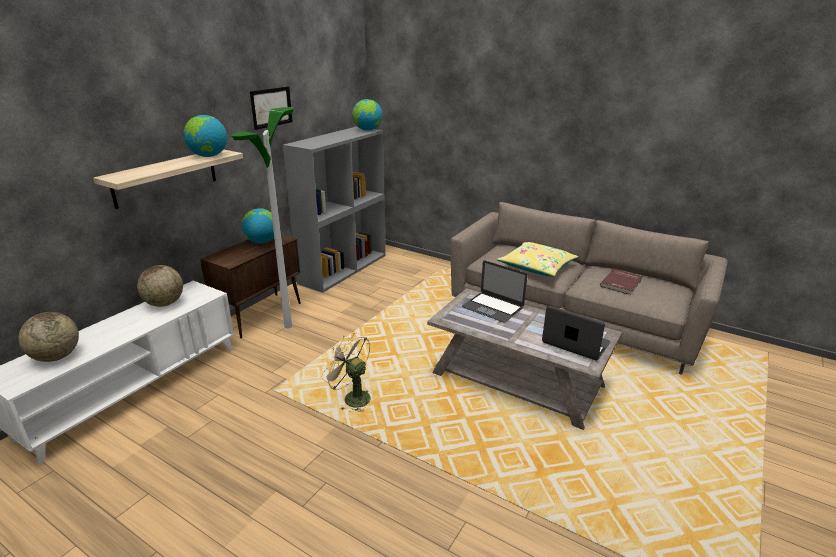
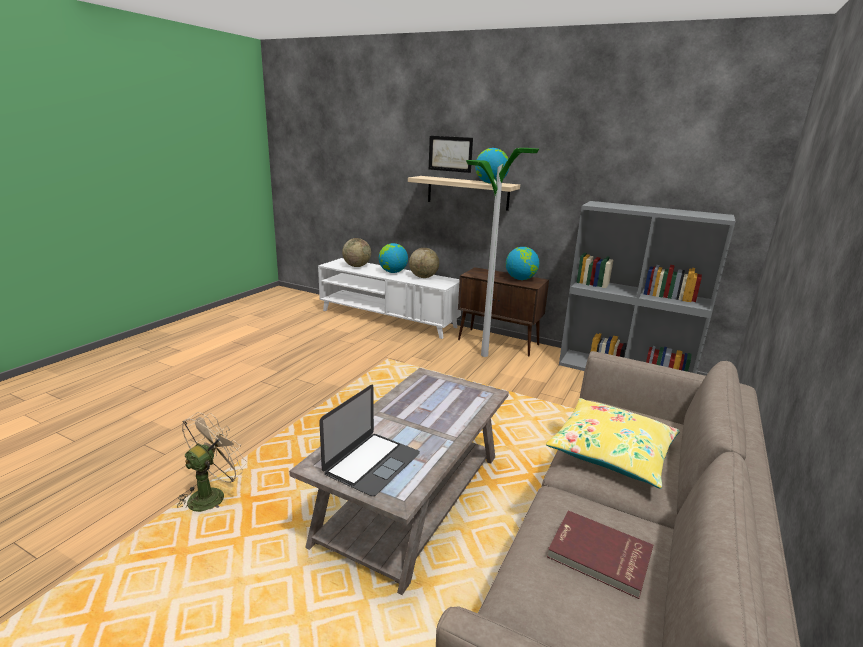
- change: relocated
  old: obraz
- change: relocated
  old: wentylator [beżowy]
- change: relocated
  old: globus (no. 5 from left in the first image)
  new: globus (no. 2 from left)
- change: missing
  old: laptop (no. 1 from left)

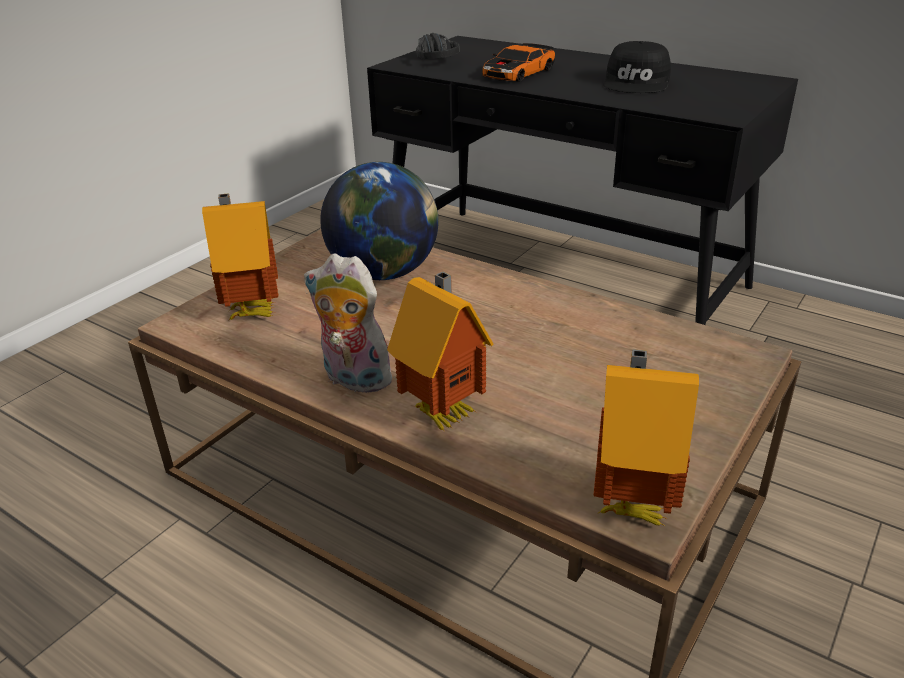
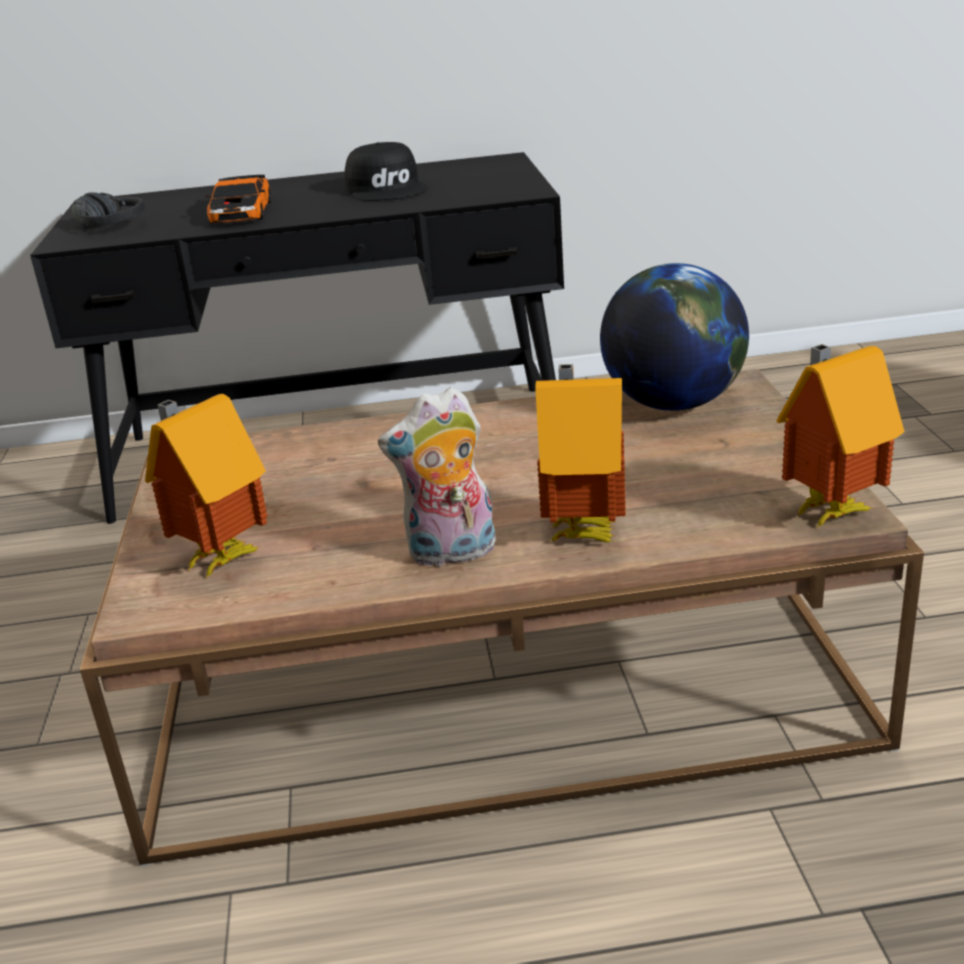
- change: relocated
  old: globus

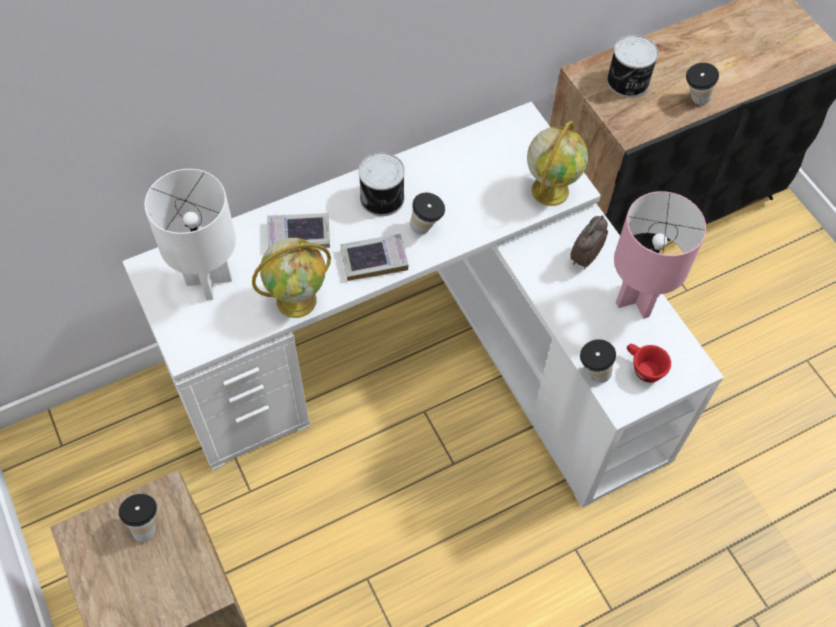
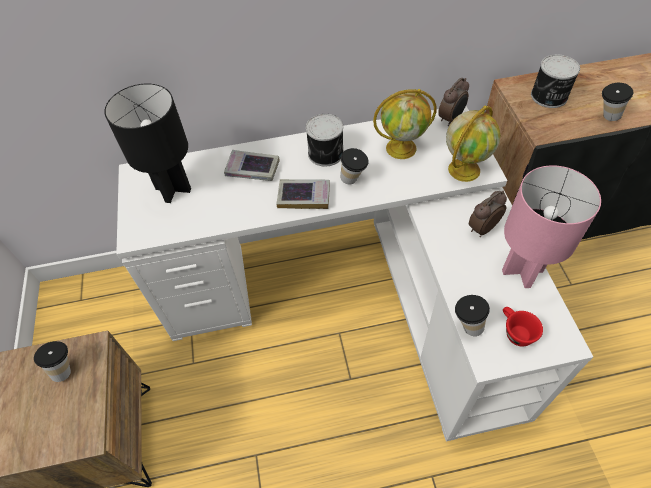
- change: colour
  old: lampa stołowa [biały]
  new: lampa stołowa [czarny]
- change: relocated
  old: globus (no. 1 from left)
- change: appeared
  new: budzik (no. 1 from left)

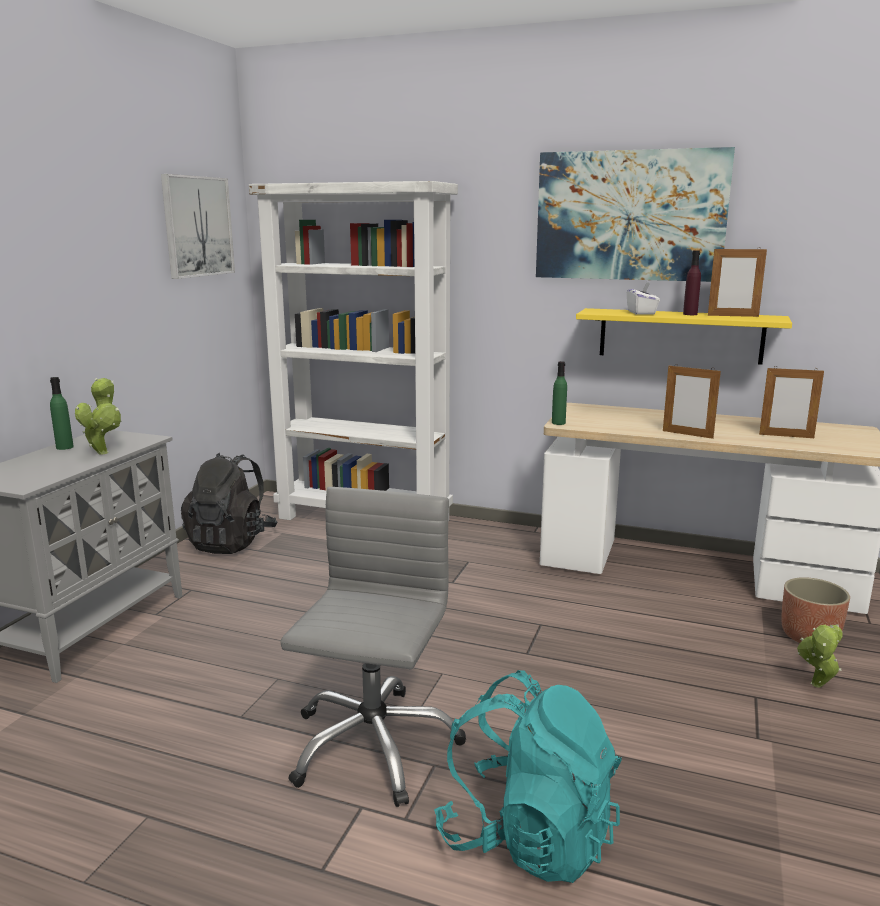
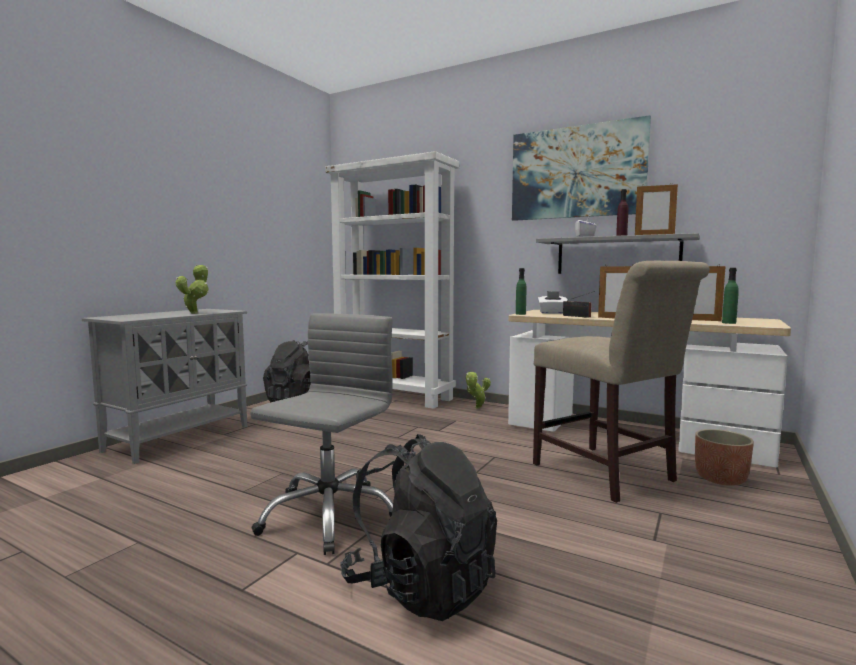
- change: relocated
  old: butelka [zielony] (no. 1 from left in the first image)
  new: butelka [zielony] (no. 2 from left)
- change: missing
  old: obraz (no. 1 from left)
- change: colour
  old: plecak [turkusowy]
  new: plecak [czarny] (no. 2 from left)
- change: colour
  old: półka [żółty]
  new: półka [szary]
- change: relocated
  old: roślina doniczkowa (no. 2 from left)
- change: appeared
  new: krzesło [beżowy]
- change: appeared
  new: pudełko chusteczek [biały] (no. 1 from left)
- change: appeared
  new: radio

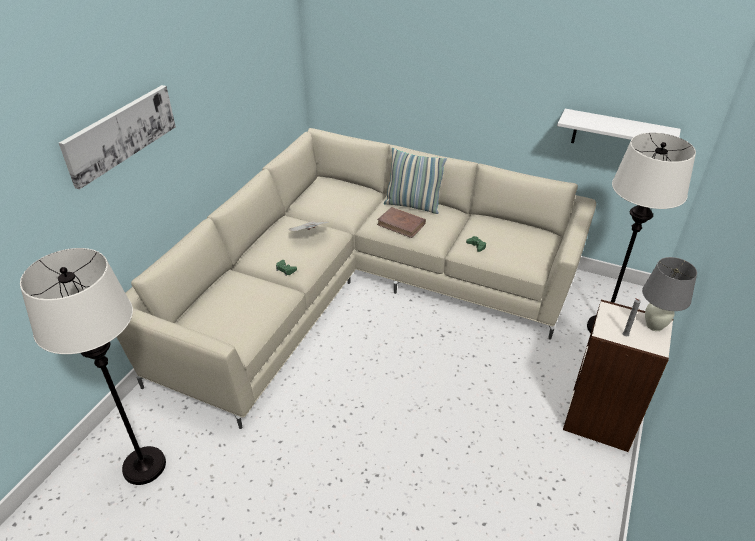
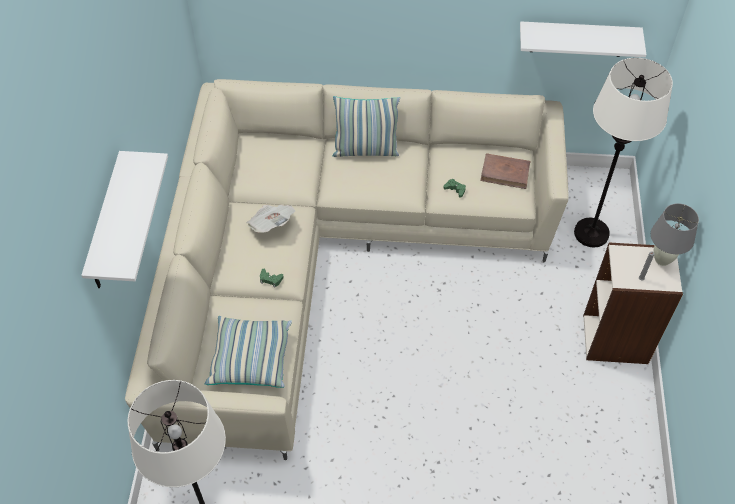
- change: exchanged
  old: obraz
  new: półka [biały] (no. 1 from left)
- change: relocated
  old: książka [brązowy]
- change: appeared
  new: poduszka (no. 1 from left)

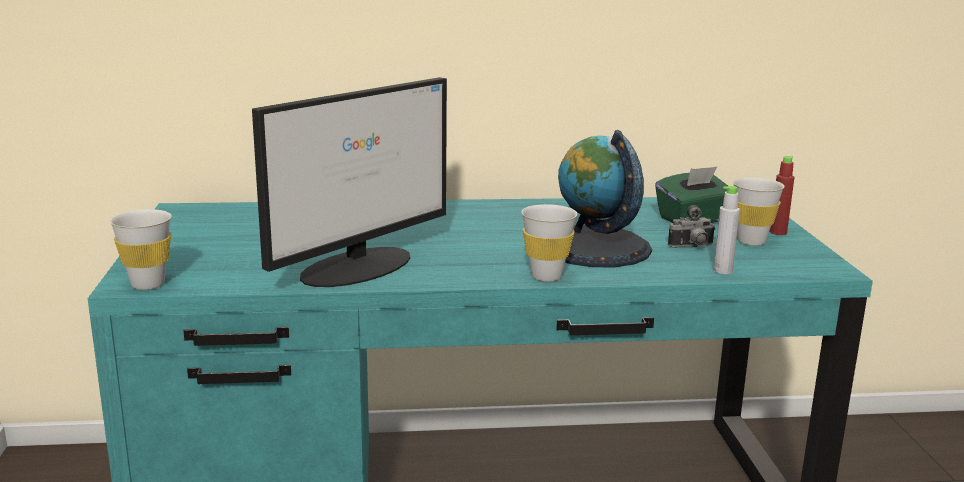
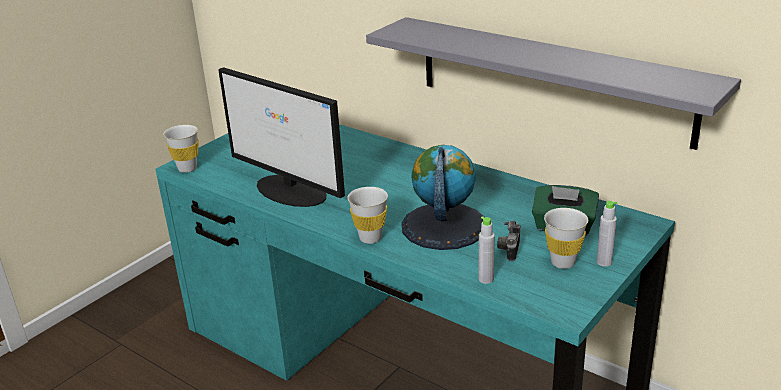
- change: spun
  old: monitor
  degrees: 45
- change: spun
  old: aparat fotograficzny
  degrees: 75
- change: colour
  old: butelka [czerwony]
  new: butelka [szary] (no. 2 from left)
- change: appeared
  new: półka [szary]

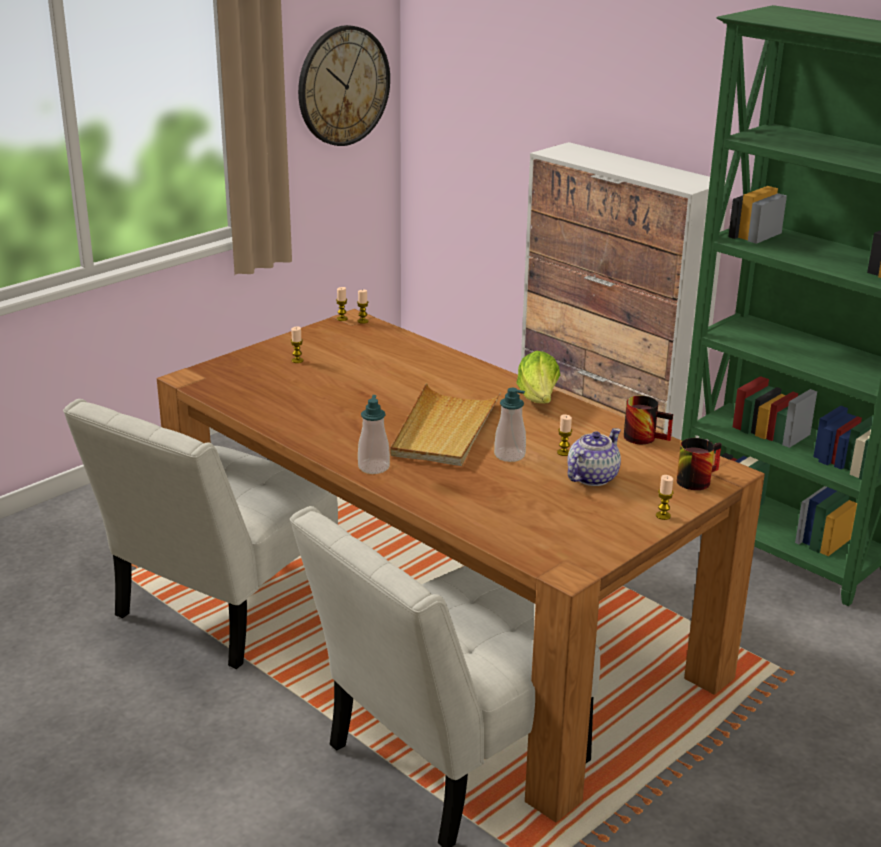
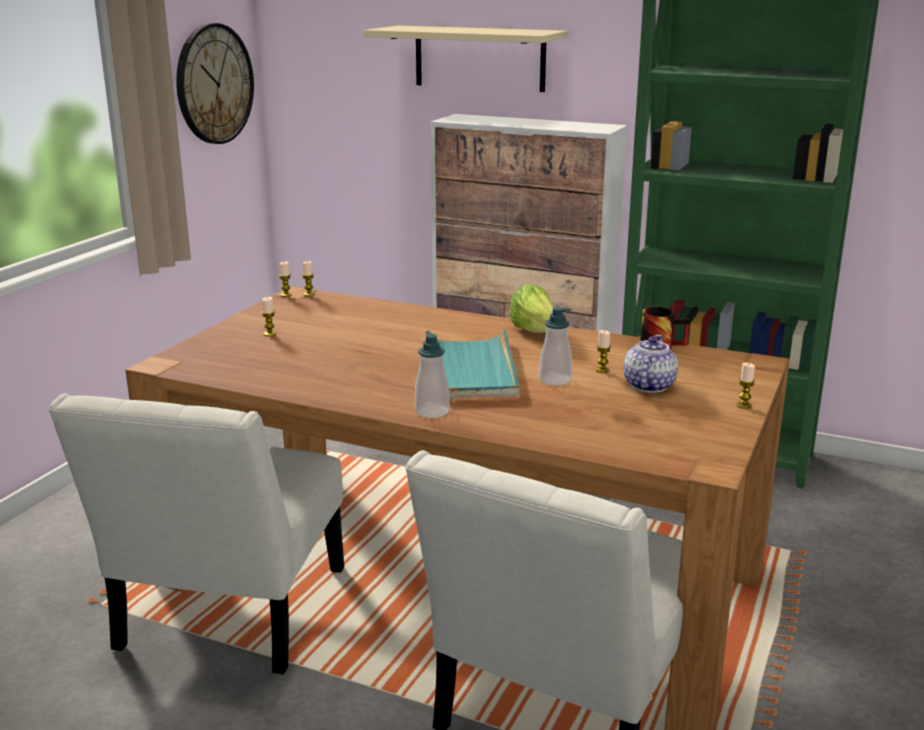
- change: colour
  old: taca [beżowy]
  new: taca [turkusowy]
- change: missing
  old: kubek (no. 2 from left)
- change: appeared
  new: półka [beżowy]

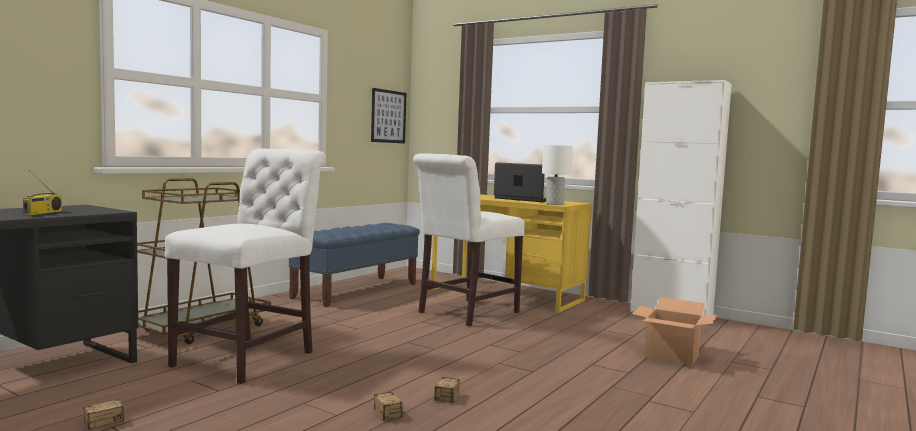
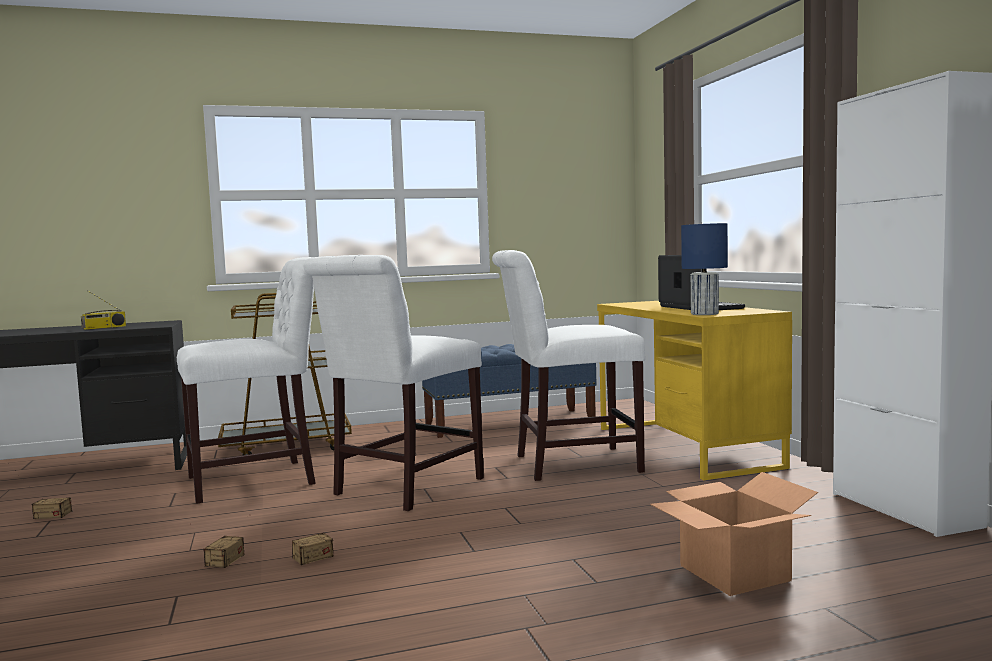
- change: missing
  old: obraz
- change: colour
  old: lampa stołowa [biały]
  new: lampa stołowa [niebieski]
- change: appeared
  new: krzesło [biały] (no. 2 from left)

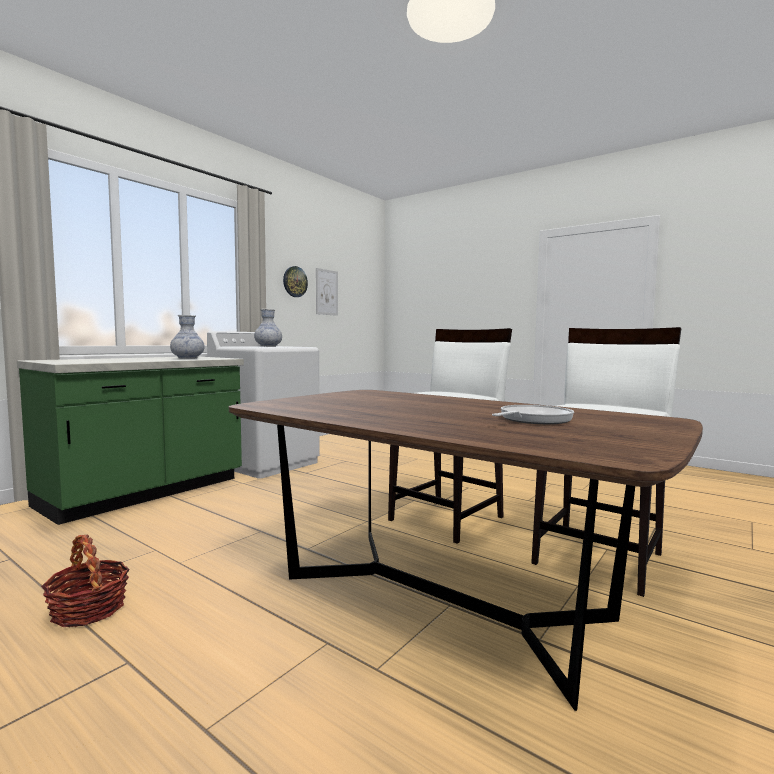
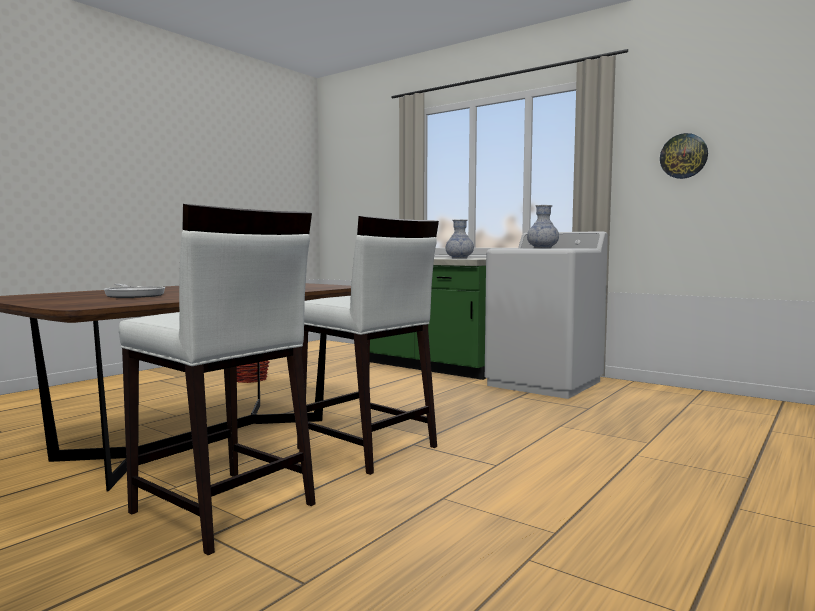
- change: missing
  old: obraz

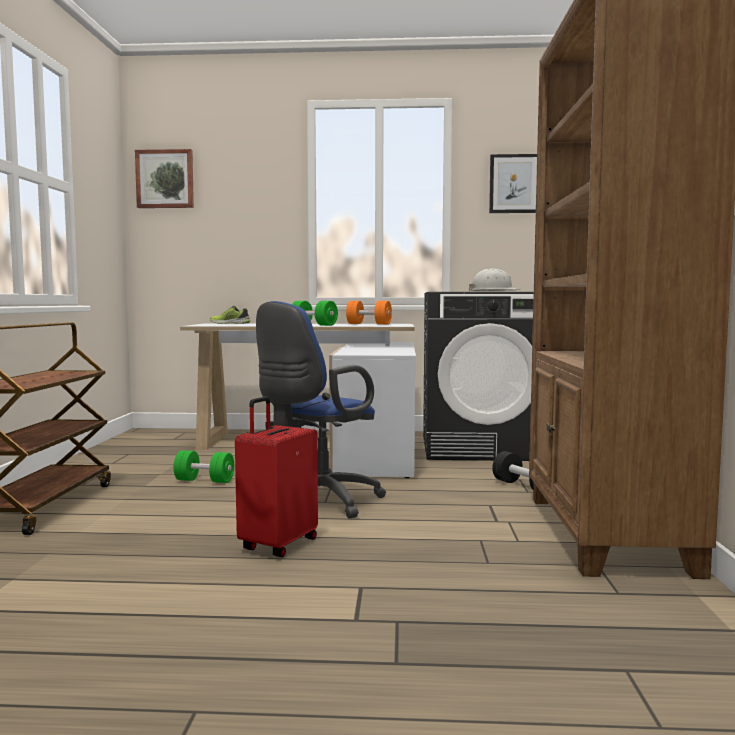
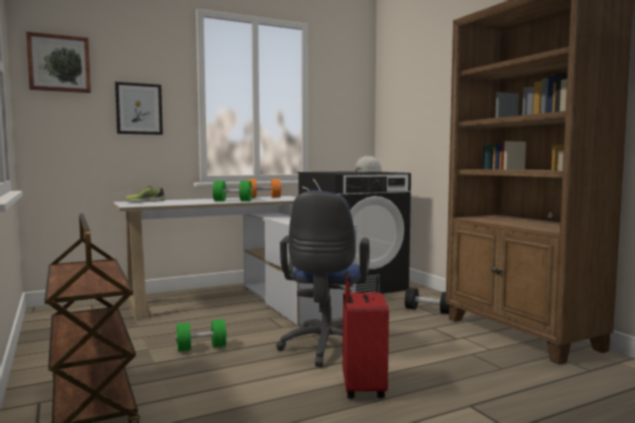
- change: relocated
  old: obraz (no. 2 from left)

